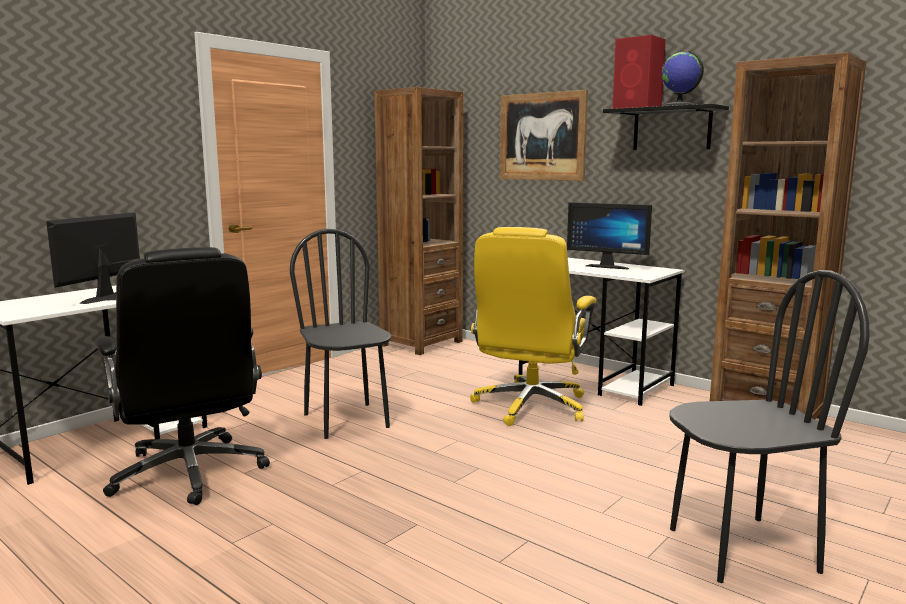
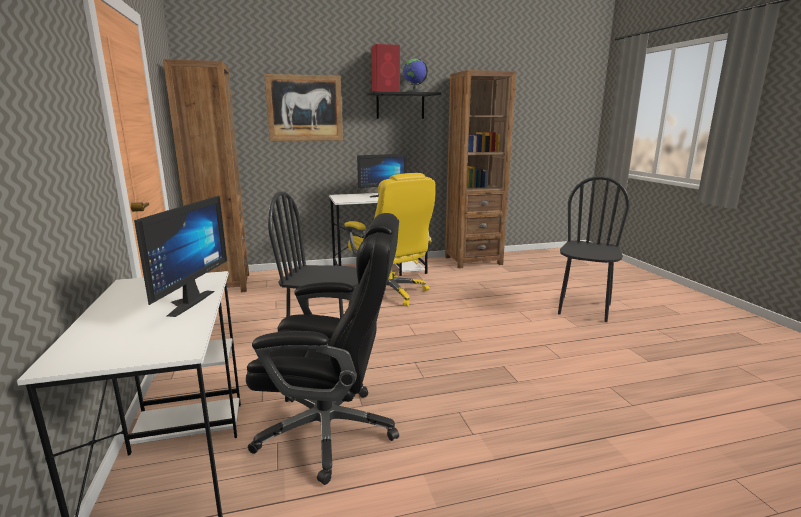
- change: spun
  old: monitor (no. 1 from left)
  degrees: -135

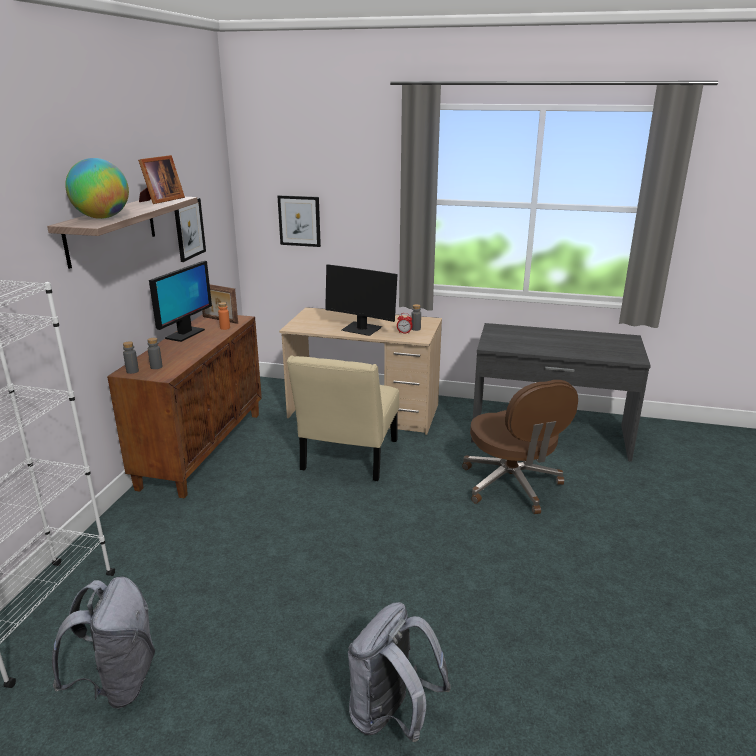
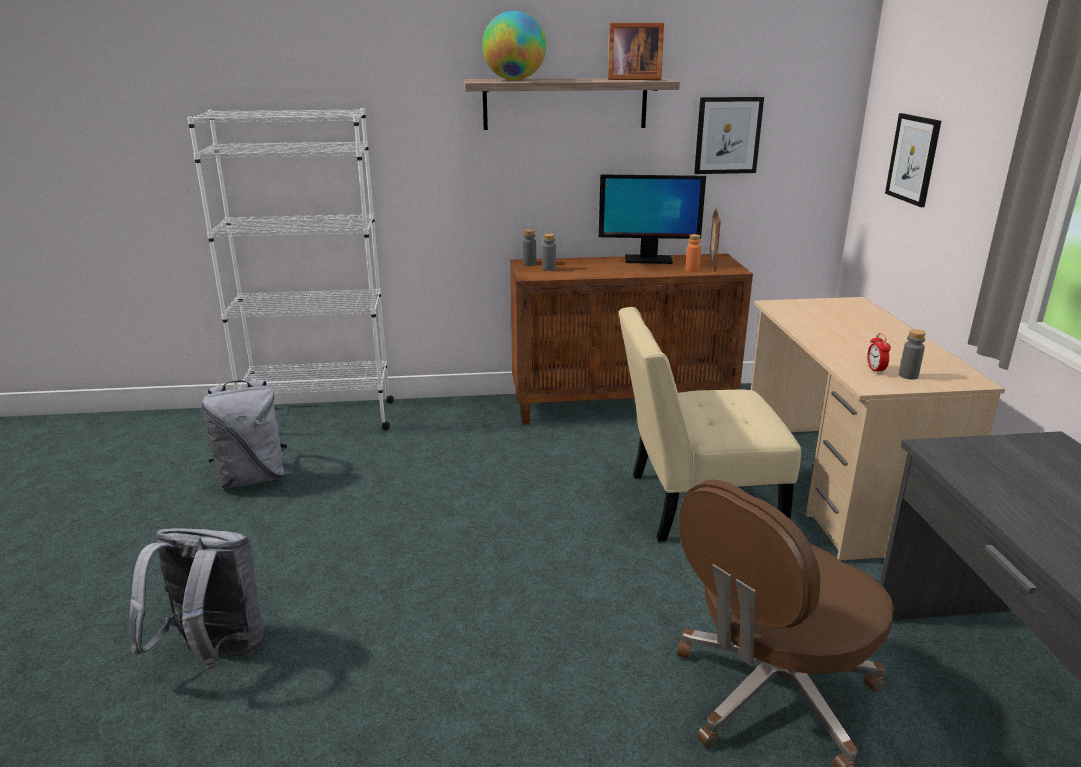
- change: missing
  old: monitor (no. 2 from left)

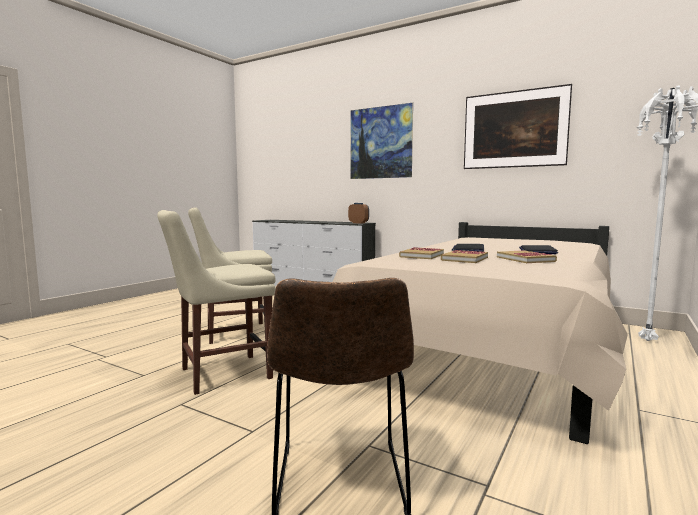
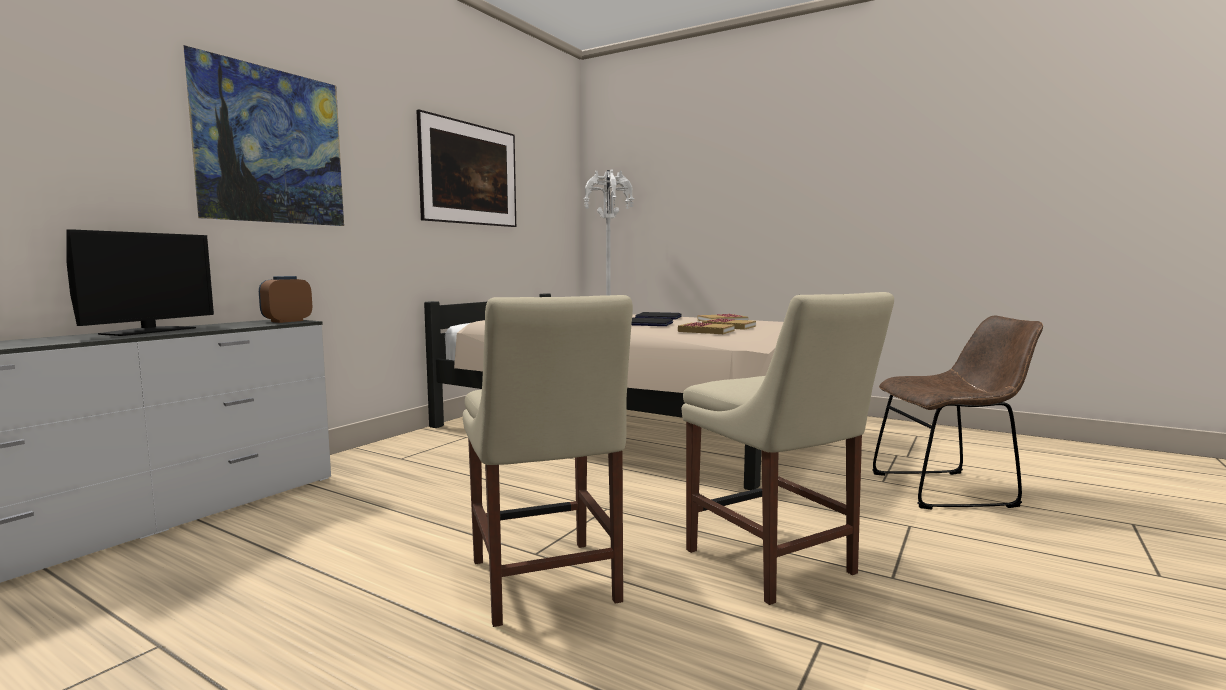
- change: appeared
  new: monitor

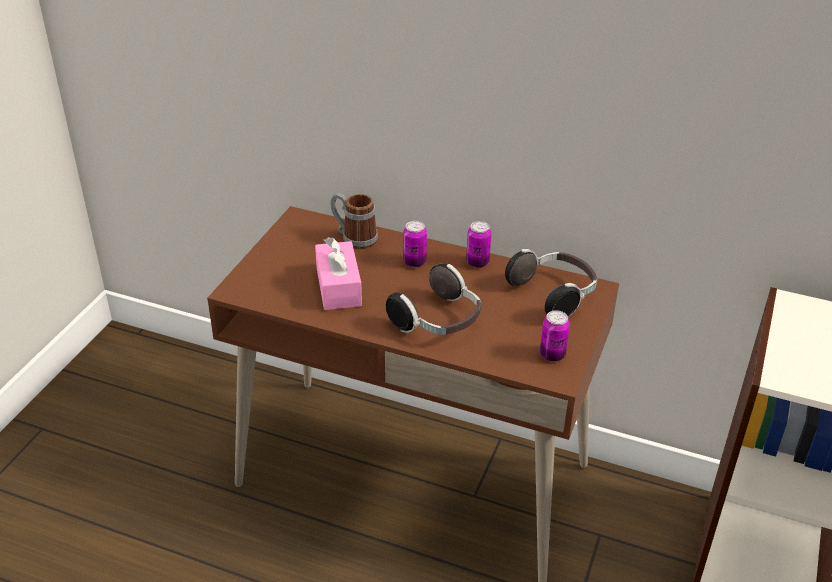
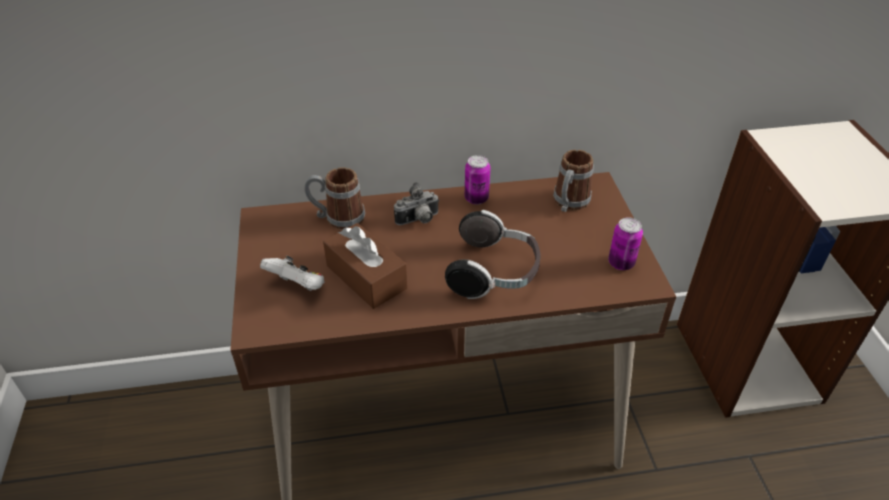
- change: colour
  old: pudełko chusteczek [różowy]
  new: pudełko chusteczek [brązowy]
- change: exchanged
  old: puszka (no. 1 from left)
  new: aparat fotograficzny
- change: exchanged
  old: słuchawki (no. 2 from left)
  new: kubek (no. 2 from left)
- change: appeared
  new: pad do gier [biały]

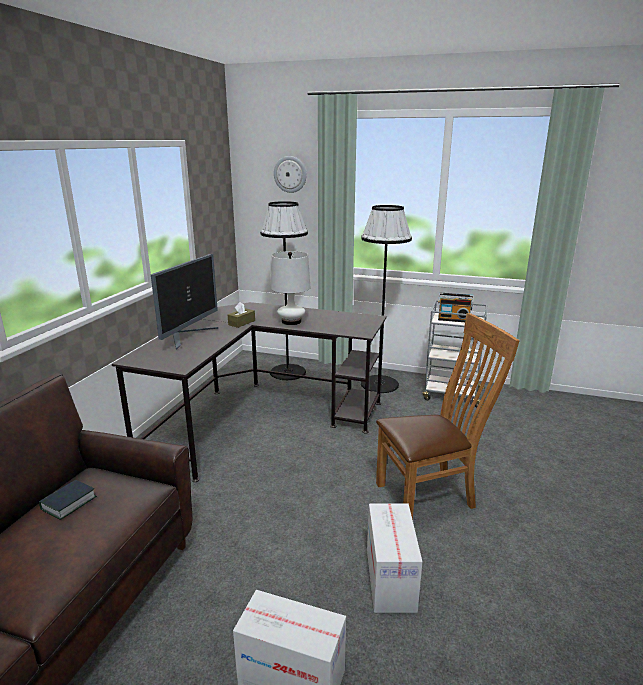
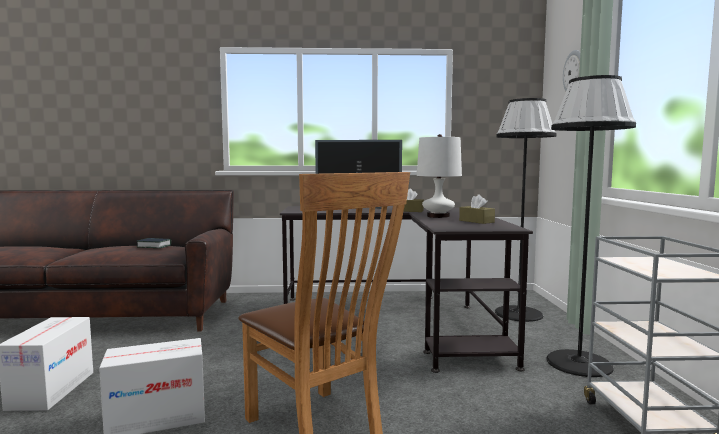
- change: missing
  old: radio
- change: appeared
  new: pudełko chusteczek [brązowy] (no. 2 from left)

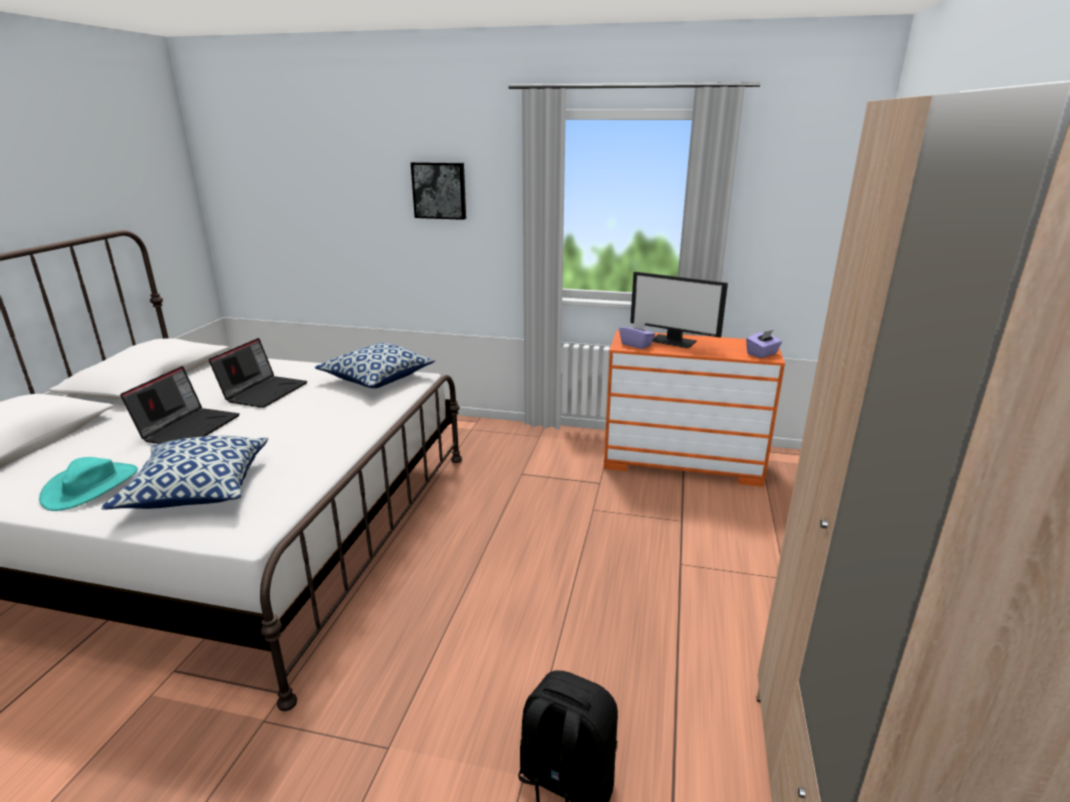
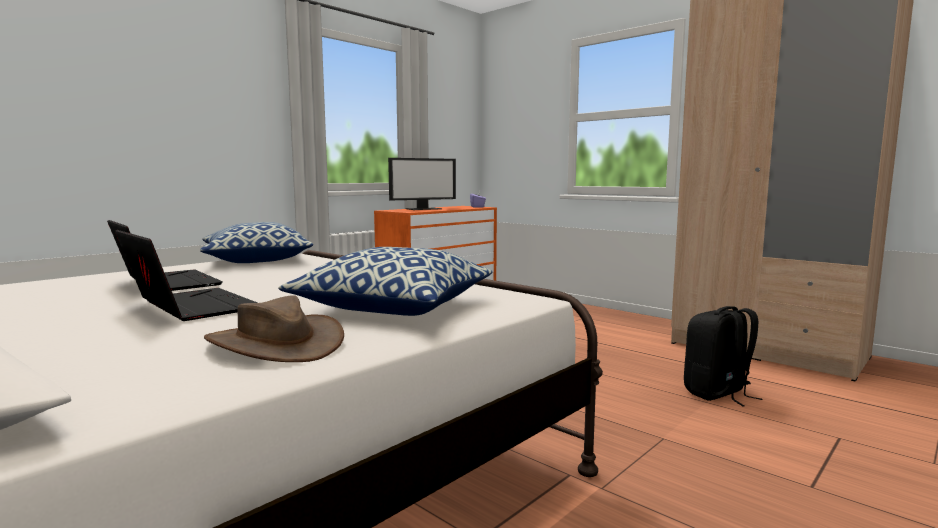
- change: colour
  old: kapelusz [turkusowy]
  new: kapelusz [brązowy]
- change: missing
  old: obraz
- change: missing
  old: pudełko chusteczek [fioletowy] (no. 1 from left)

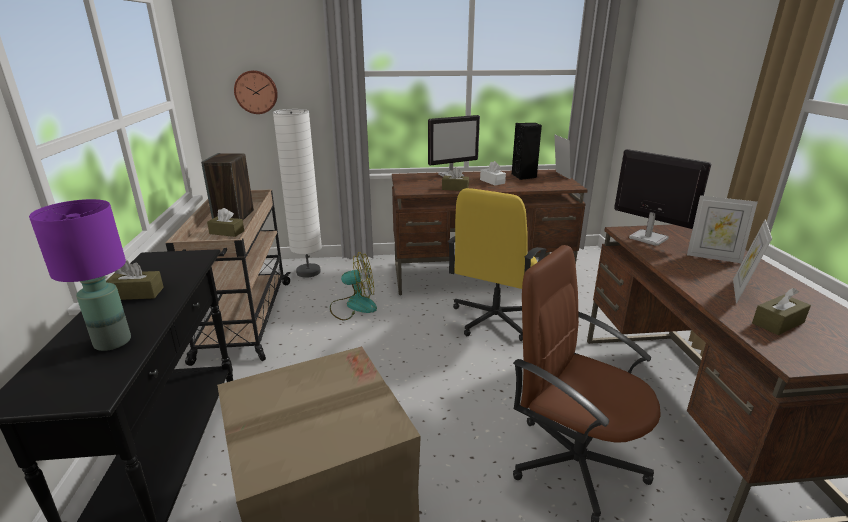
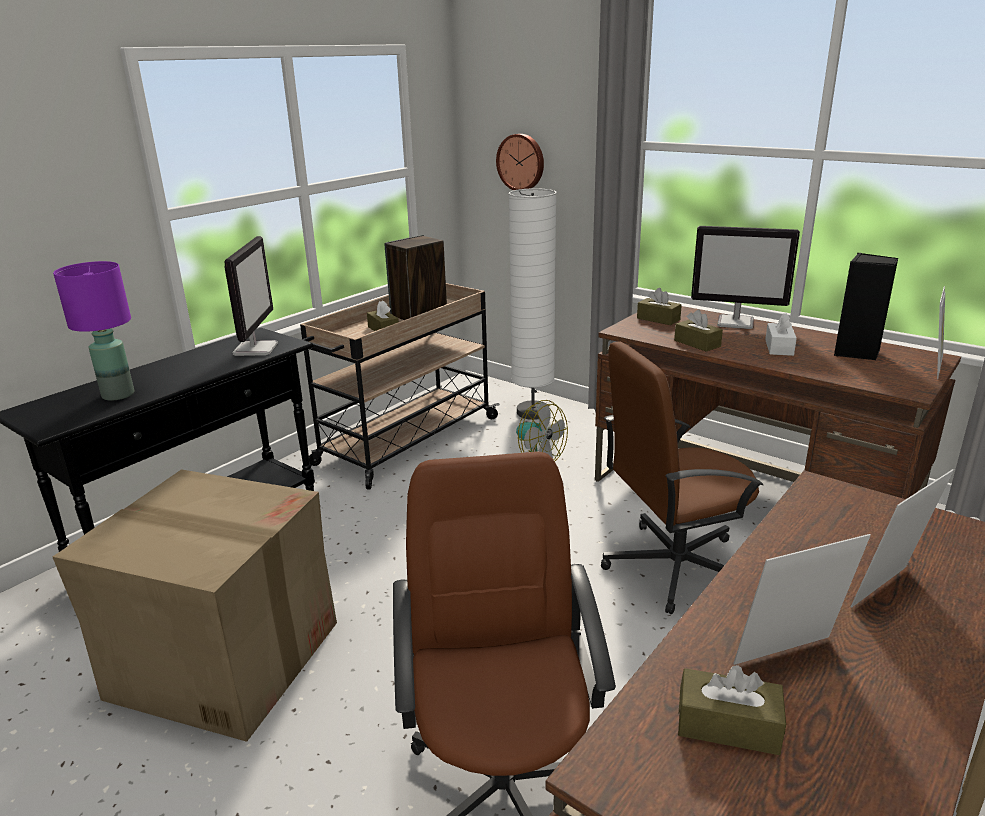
- change: relocated
  old: pudełko chusteczek [brązowy] (no. 1 from left in the first image)
  new: pudełko chusteczek [brązowy] (no. 2 from left)
- change: colour
  old: krzesło biurowe [żółty]
  new: krzesło biurowe [brązowy] (no. 2 from left)
- change: relocated
  old: monitor (no. 2 from left in the first image)
  new: monitor (no. 1 from left)
- change: spun
  old: ramka na zdjęcie (no. 2 from left)
  degrees: 75

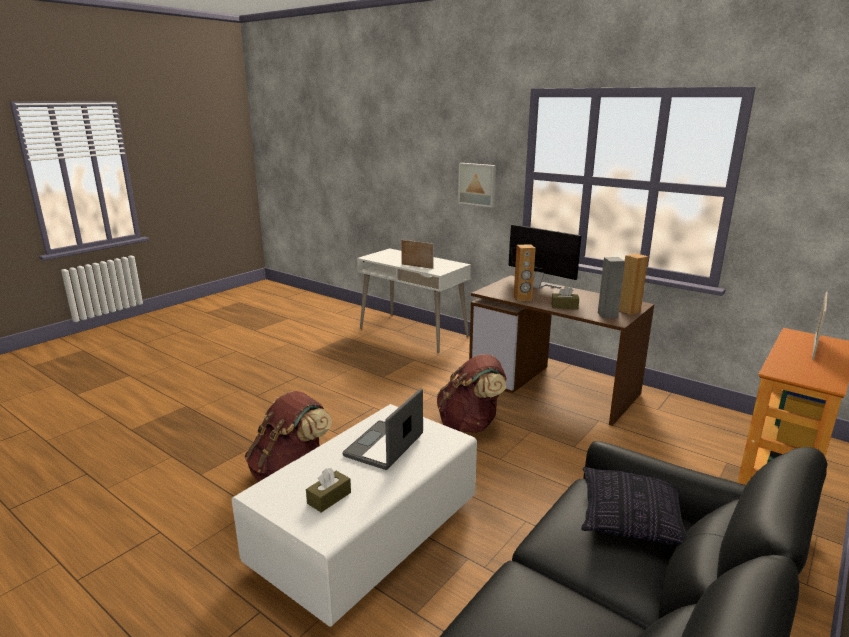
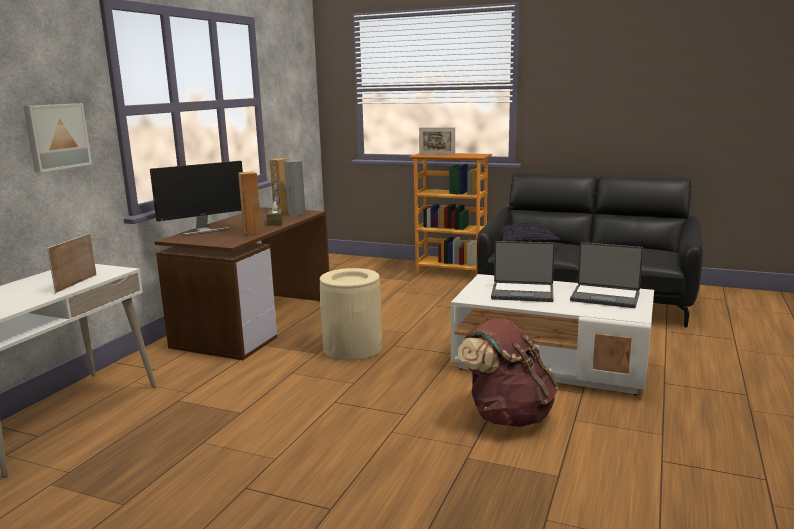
- change: exchanged
  old: pudełko chusteczek [brązowy] (no. 1 from left)
  new: laptop (no. 2 from left)
- change: exchanged
  old: plecak [brązowy] (no. 2 from left)
  new: kosz na śmieci [beżowy]
- change: spun
  old: monitor
  degrees: -150

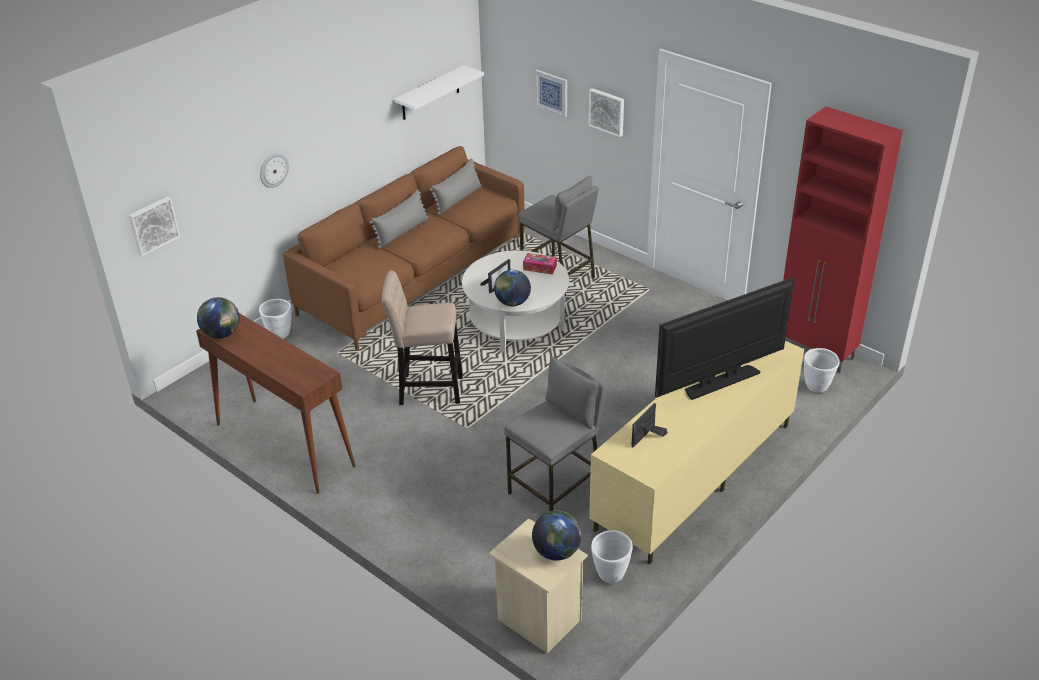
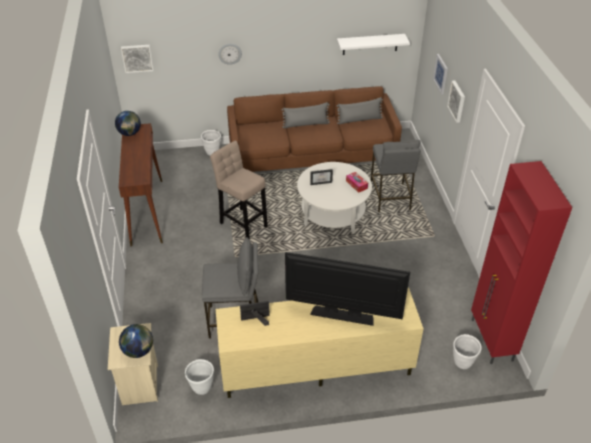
- change: missing
  old: globus (no. 2 from left)

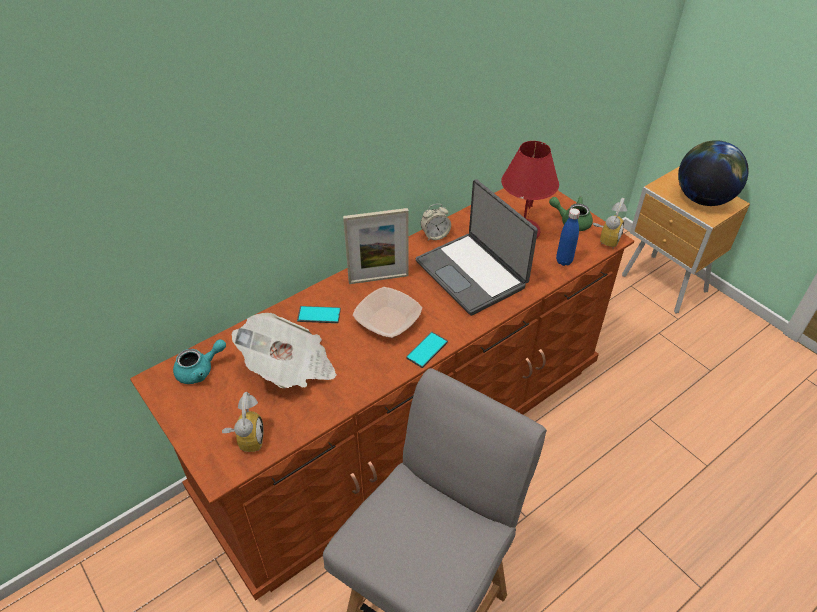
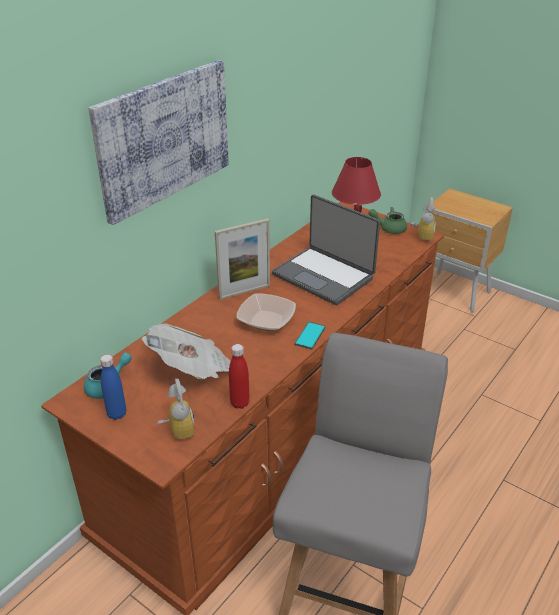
- change: missing
  old: telefon (no. 1 from left)
- change: missing
  old: budzik (no. 2 from left)
- change: relocated
  old: butelka [niebieski]
- change: missing
  old: globus
- change: appeared
  new: obraz
- change: appeared
  new: butelka [czerwony]

